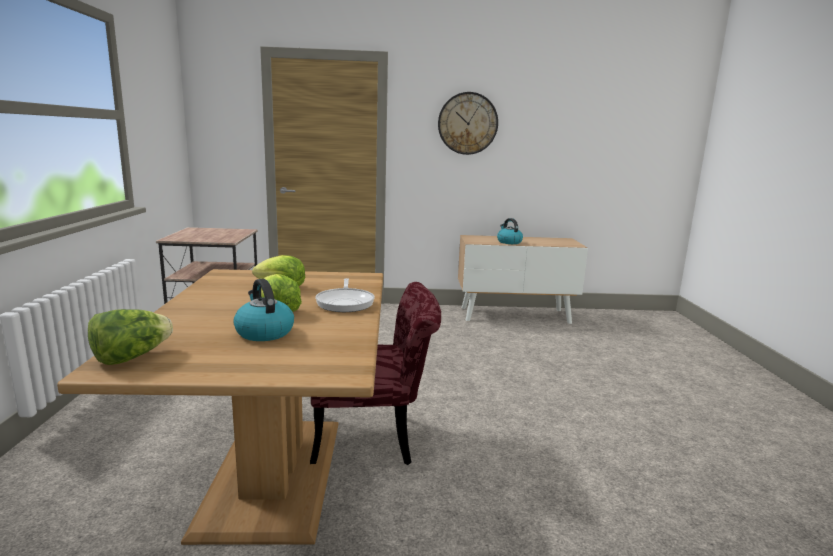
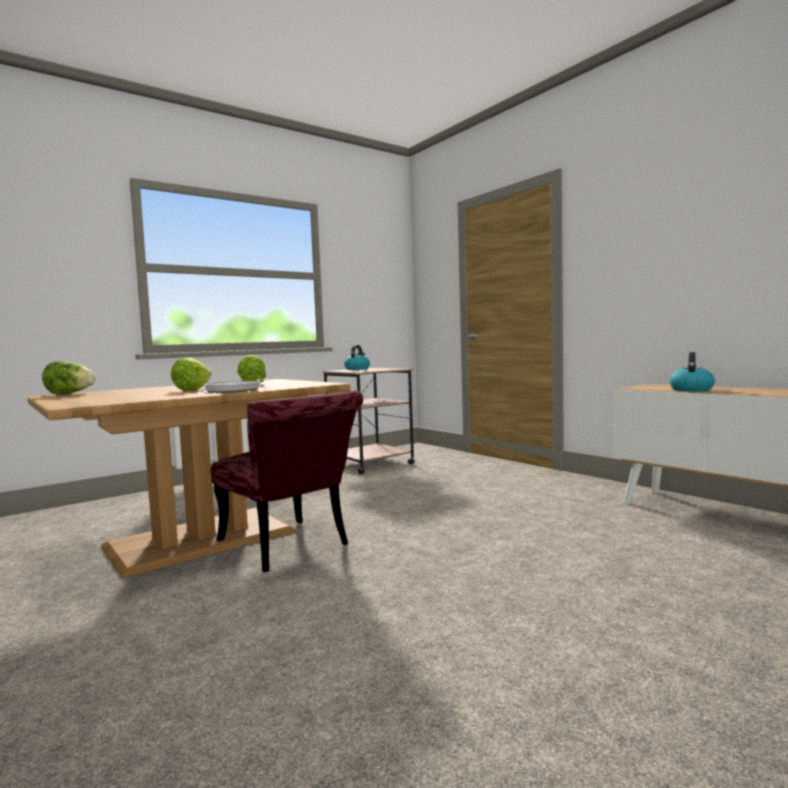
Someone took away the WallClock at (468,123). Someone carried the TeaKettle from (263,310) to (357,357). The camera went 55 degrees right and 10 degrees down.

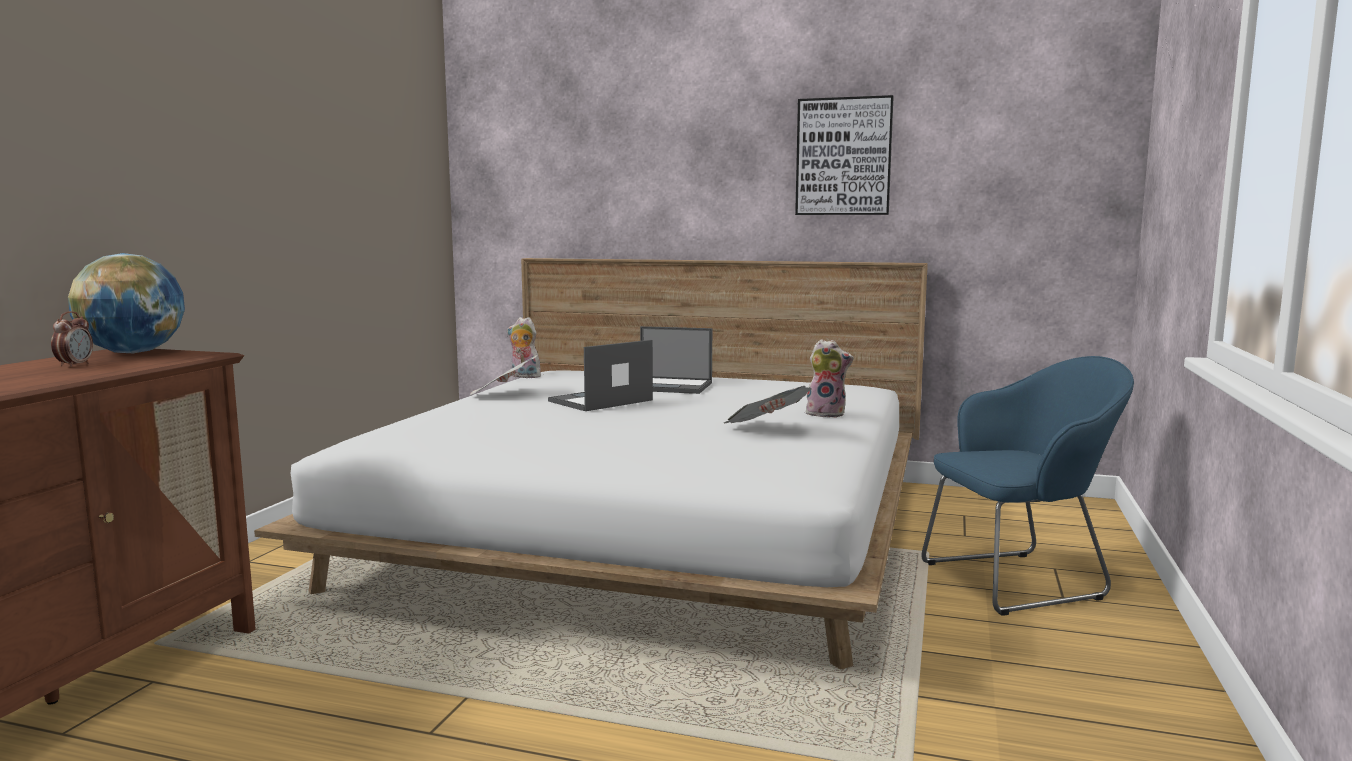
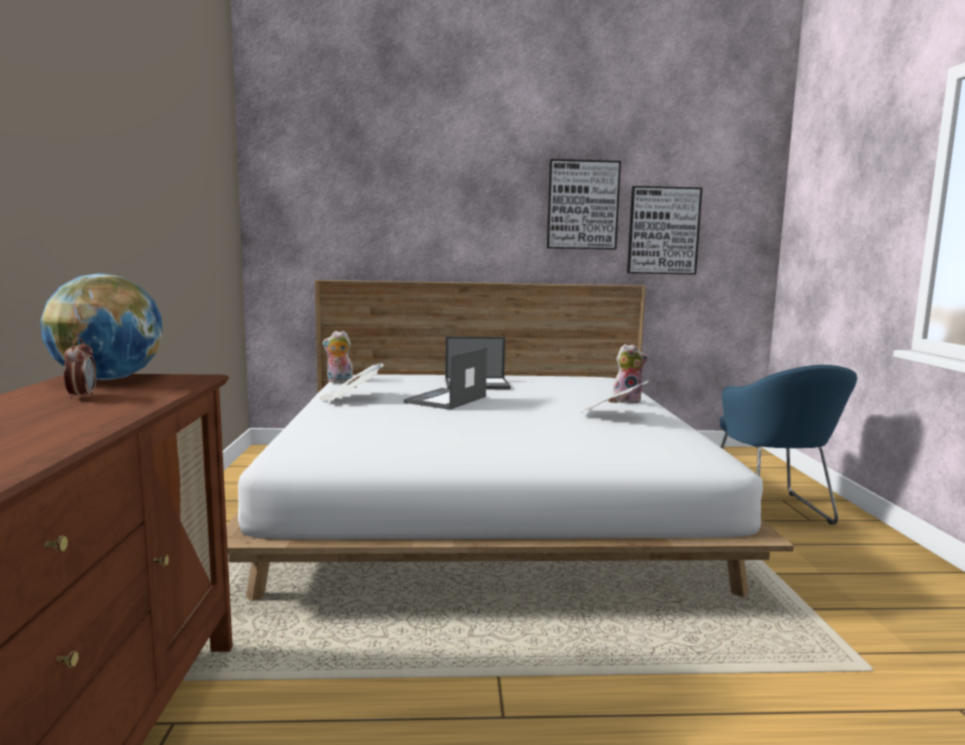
Someone put up the WallArt at (664,230). Someone rotated the BlueColouredLoungeChair at (1027,486) by 120 degrees clockwise. The camera went 20 degrees left and 0 degrees up.

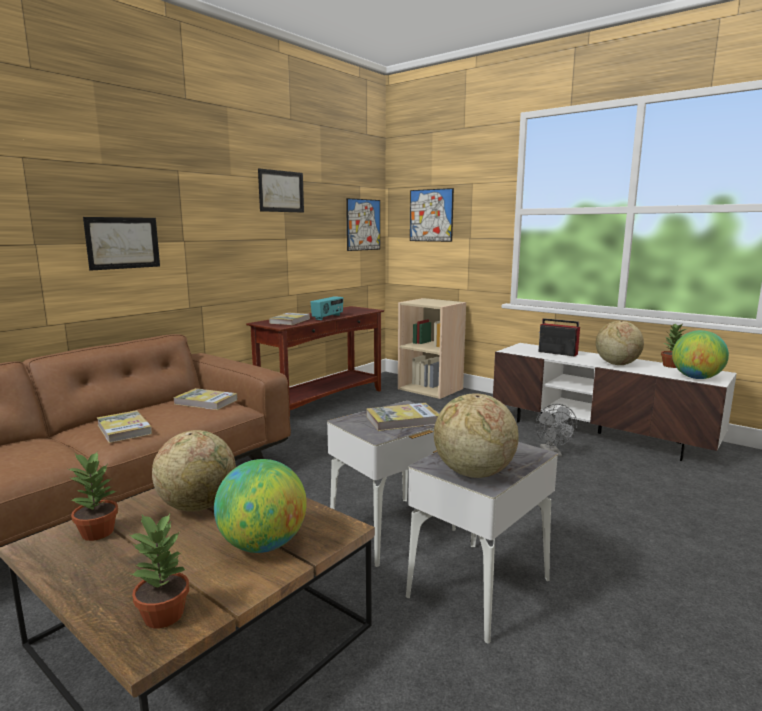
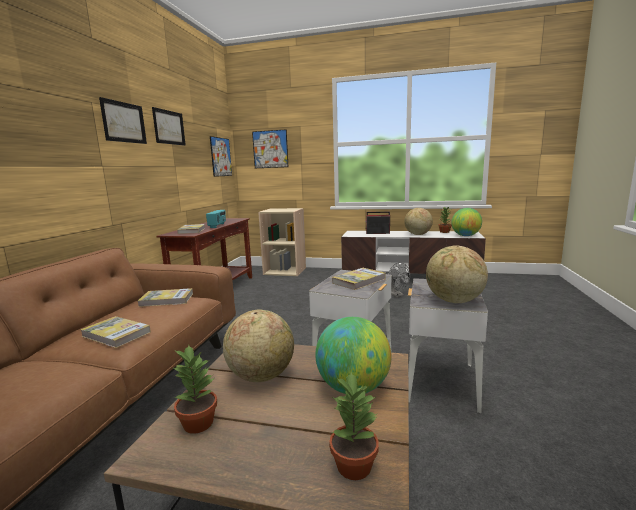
Someone carried the WallArt from (121,244) to (123,120). The camera went 25 degrees left and 0 degrees up.

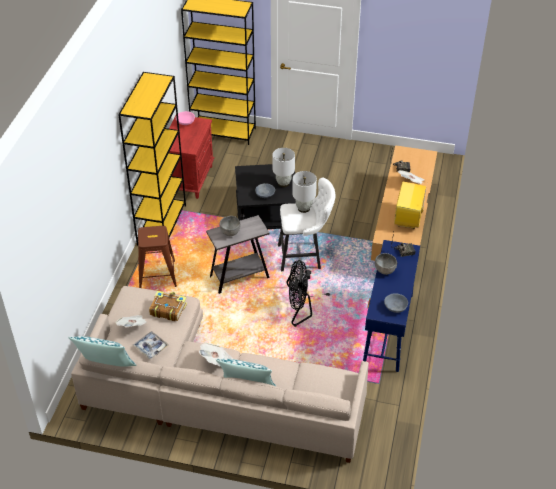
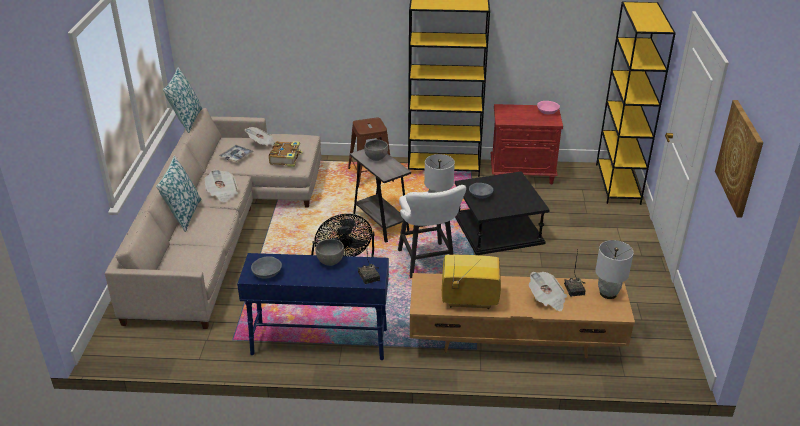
Someone put up the WallArt at (739,159). Someone carried the WhiteColouredLampForATable from (284,167) to (614,269). The camera went 80 degrees right and 10 degrees down.

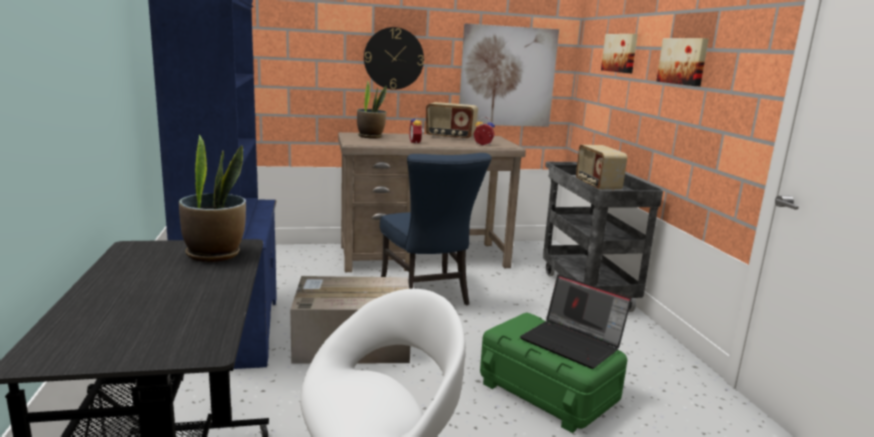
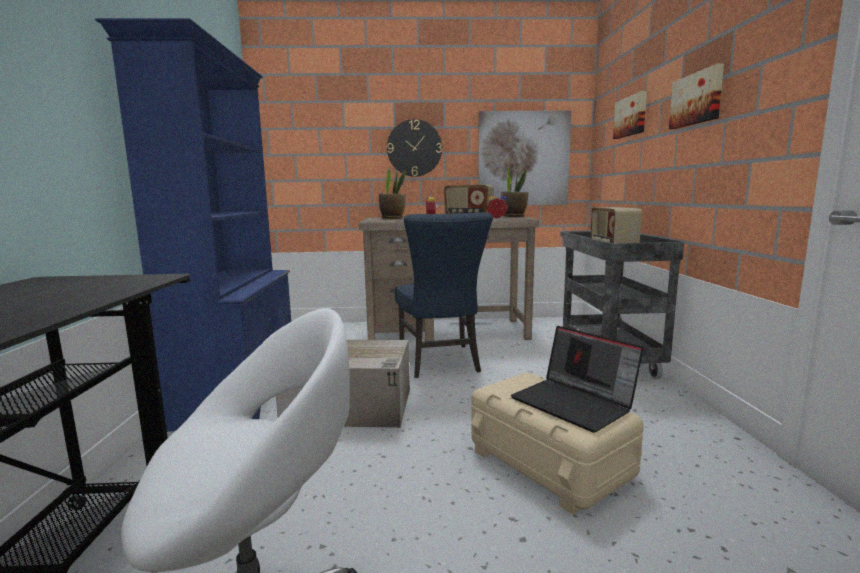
Someone carried the Houseplant from (212,198) to (515,191). Someone repainted the GreenStorageBin at (553,373), which became the SandColouredStorageBin at (557,443). The camera went 10 degrees right and 5 degrees down.

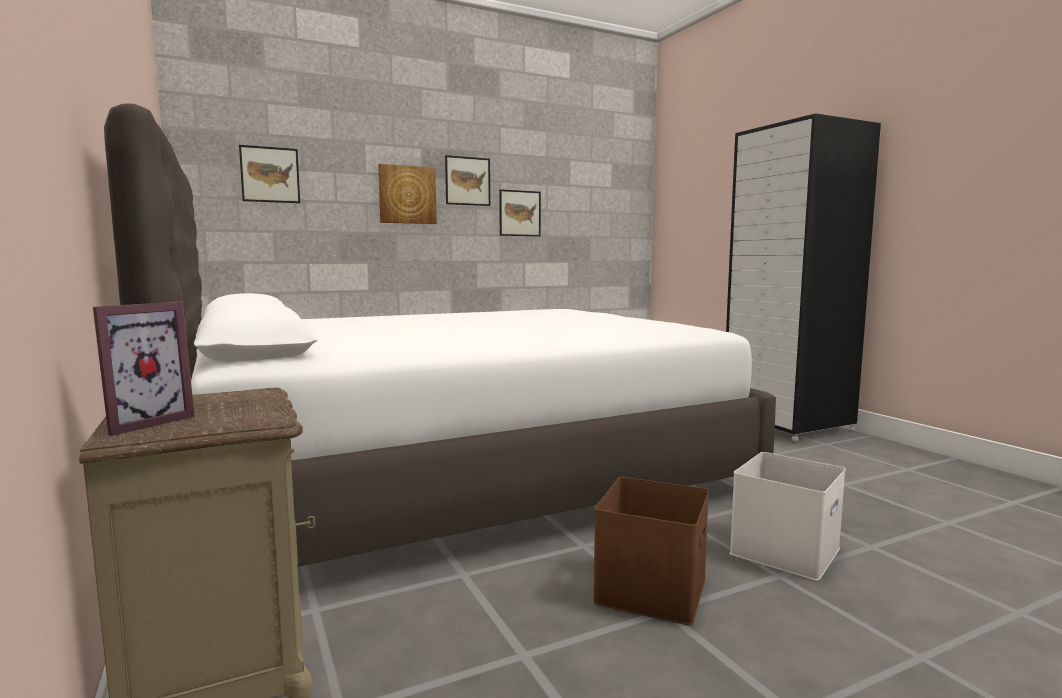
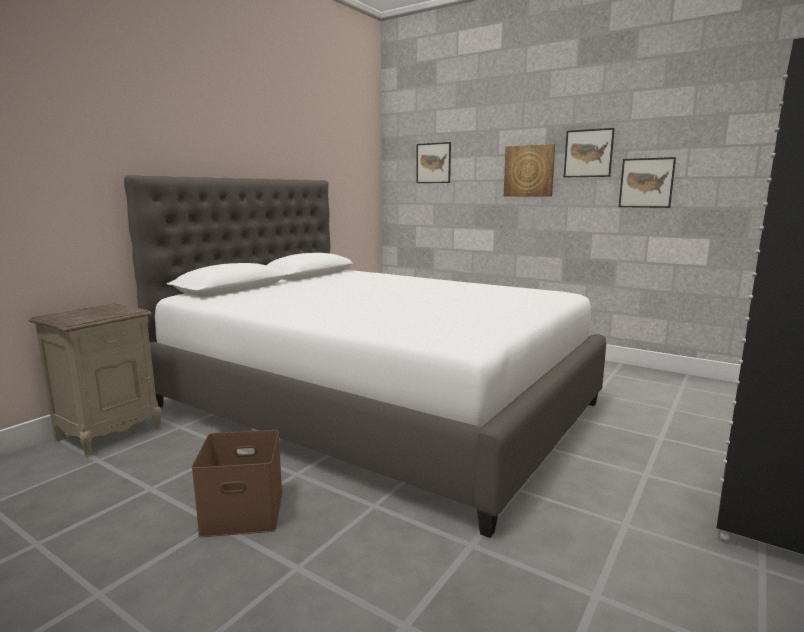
Someone took away the StandingFrame at (144,369). Someone took away the WhiteColouredStorageBin at (787,516). The camera went 60 degrees right and 5 degrees up.

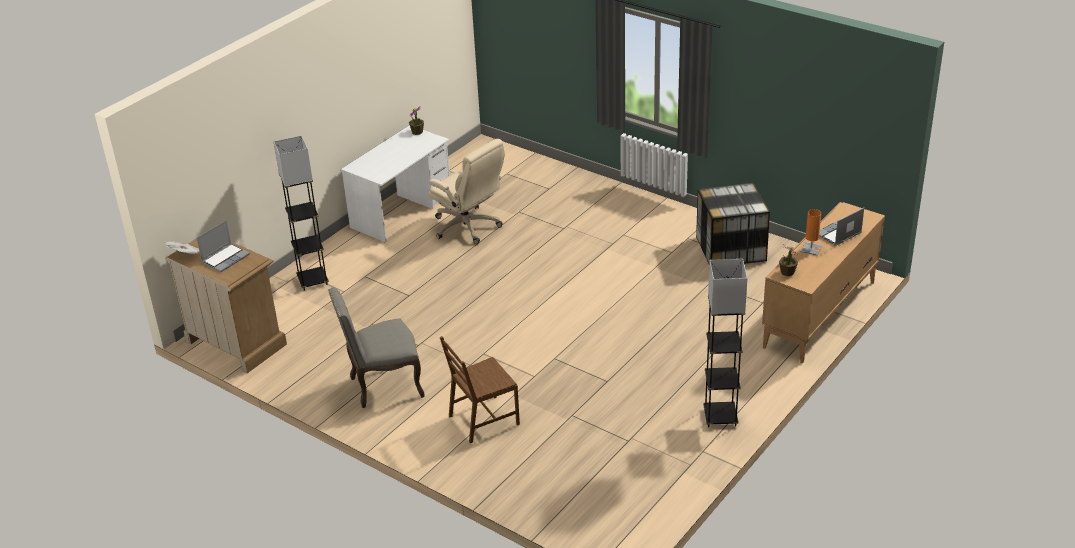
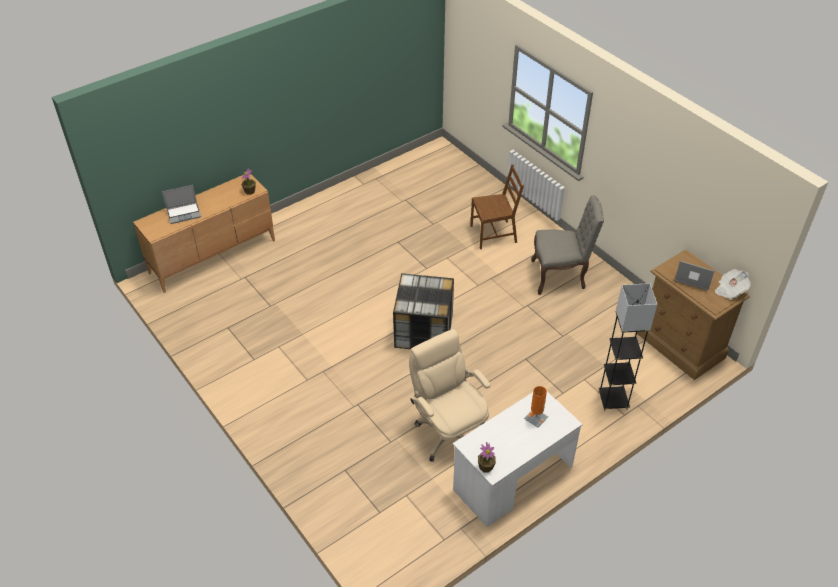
Someone took away the GreyishStandingLamp at (725,343). Someone carried the StorageBin from (733,223) to (423,311). Someone carried the OrangeyLampForATable from (811,232) to (536,406). Someone rotated the NotebookComputer at (223,246) by 60 degrees clockwise. The camera went 165 degrees left and 10 degrees up.

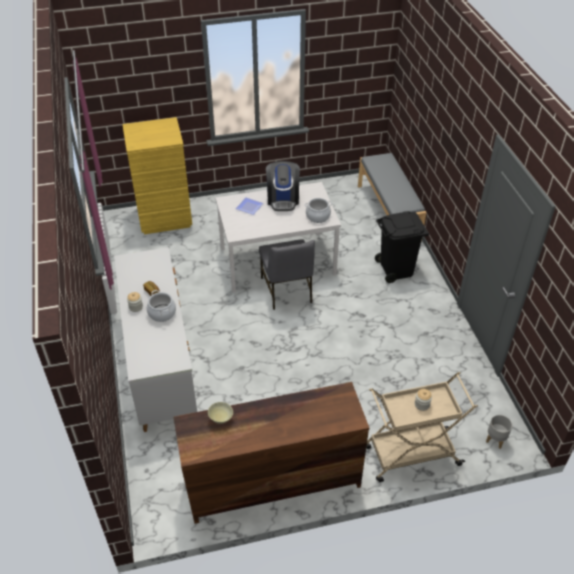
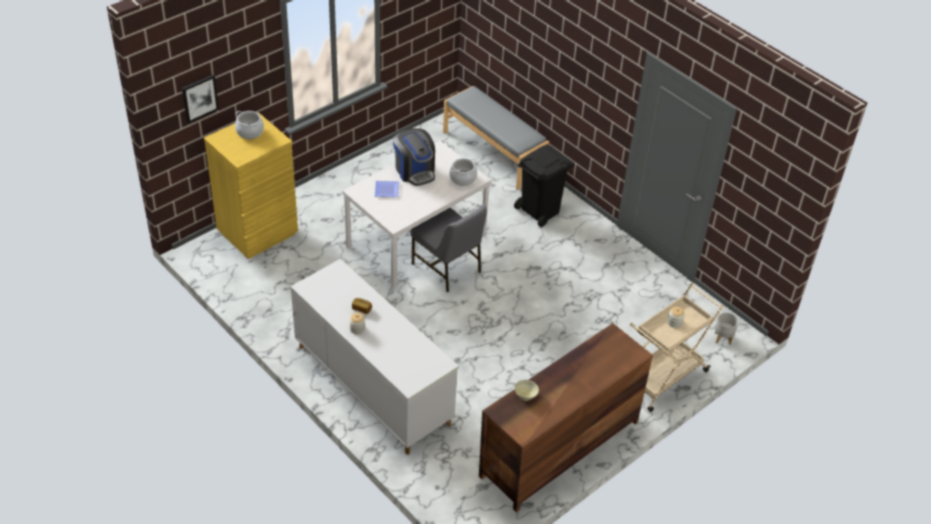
Someone put up the WallArt at (200,99). Someone carried the Stockpot from (161,306) to (249,125). The camera went 30 degrees left and 0 degrees up.

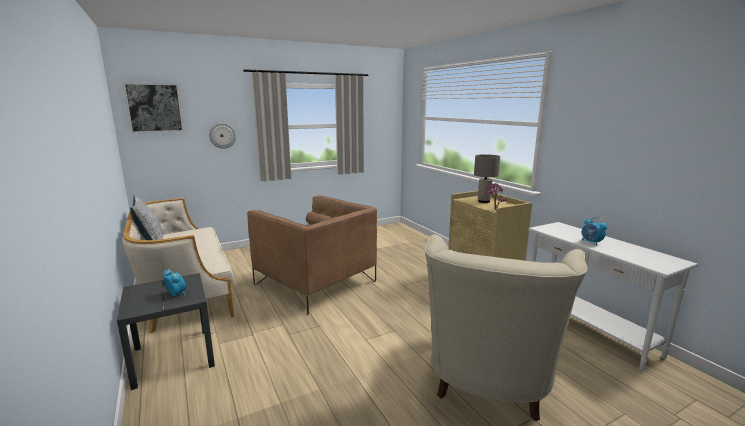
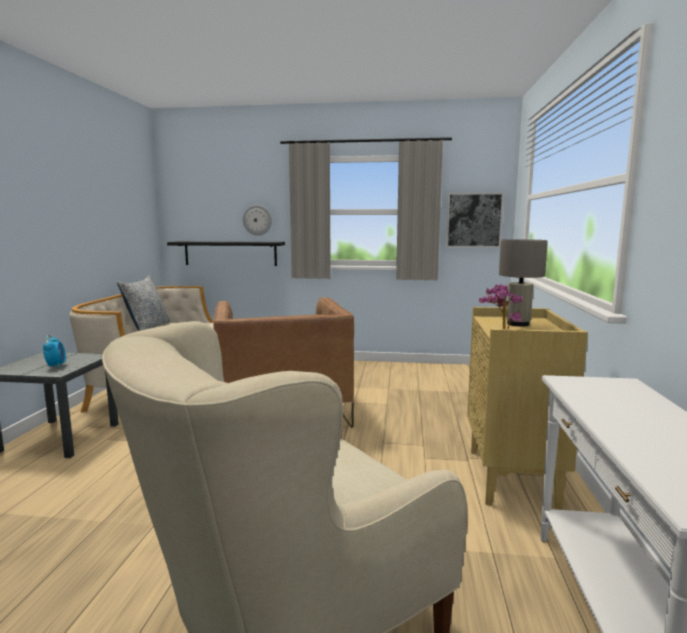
Someone took away the TableClock at (594,231). Someone put up the BlackBracketShelf at (226,253). Someone carried the WallArt from (153,107) to (475,220). The camera went 35 degrees right and 5 degrees down.

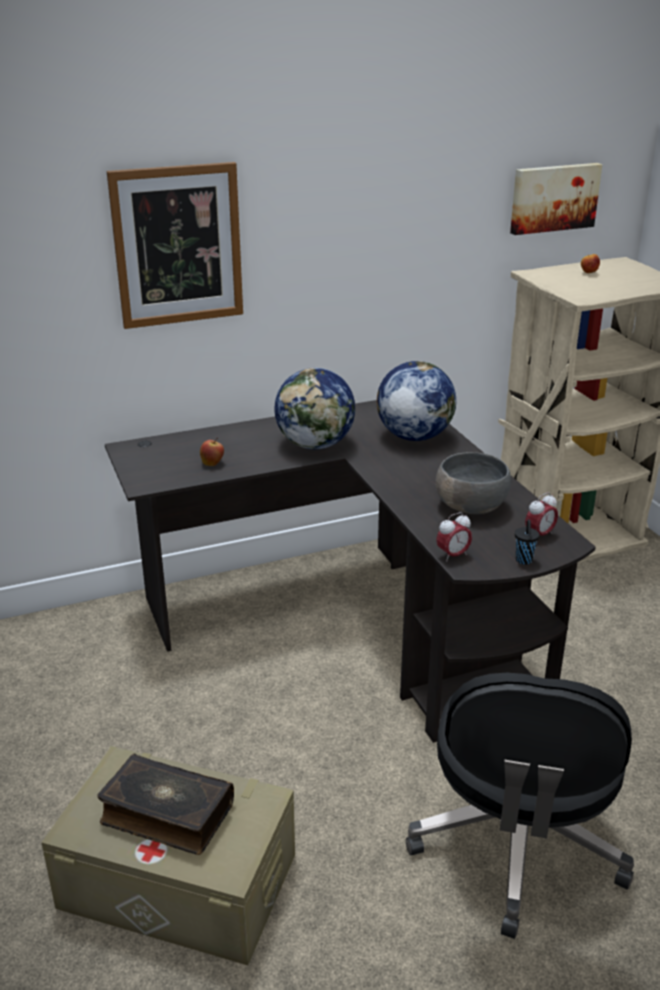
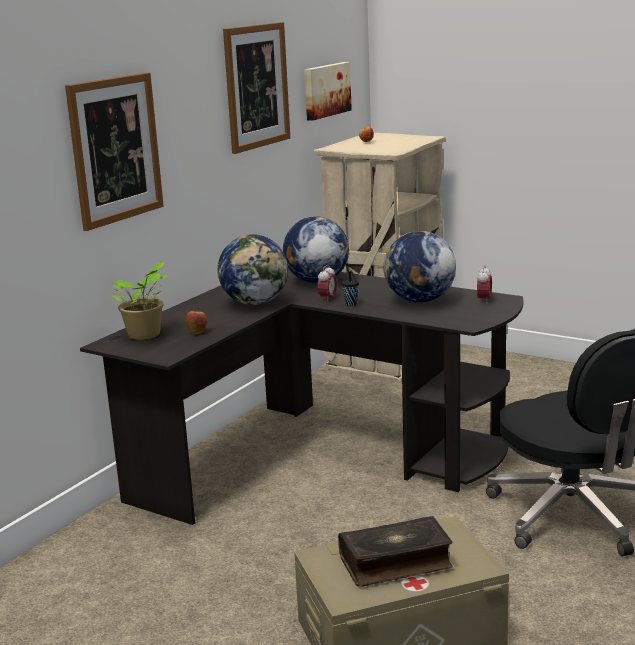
Someone put down the Houseplant at (139,300). Someone put up the WallArt at (256,88). Someone carried the TableClock from (454,537) to (327,283). Someone carried the BlackSmallCup from (527,541) to (350,288). Someone swapped the GreyishBowl at (473,483) for the WorldGlobe at (419,267). The camera went 35 degrees left and 10 degrees down.

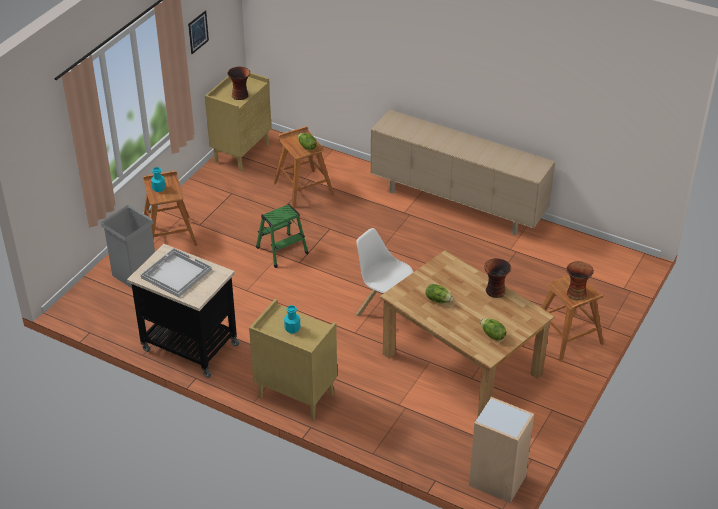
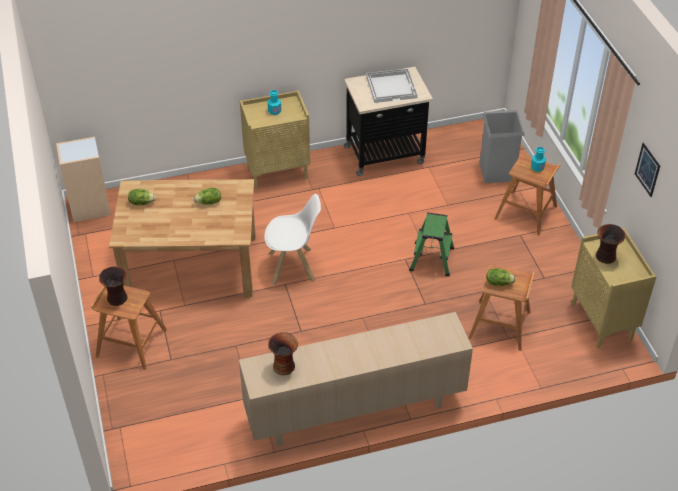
Someone carried the FlowerVase from (497,278) to (283,353). The camera went 135 degrees right and 5 degrees up.

